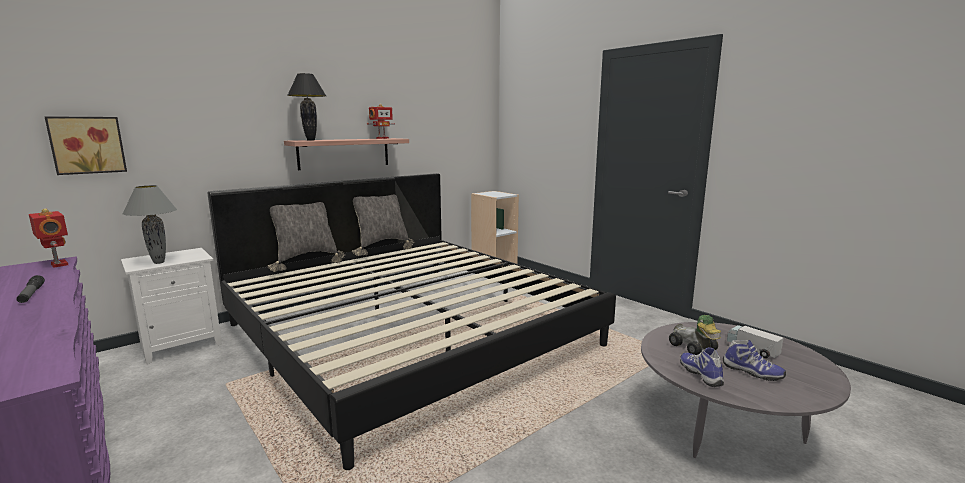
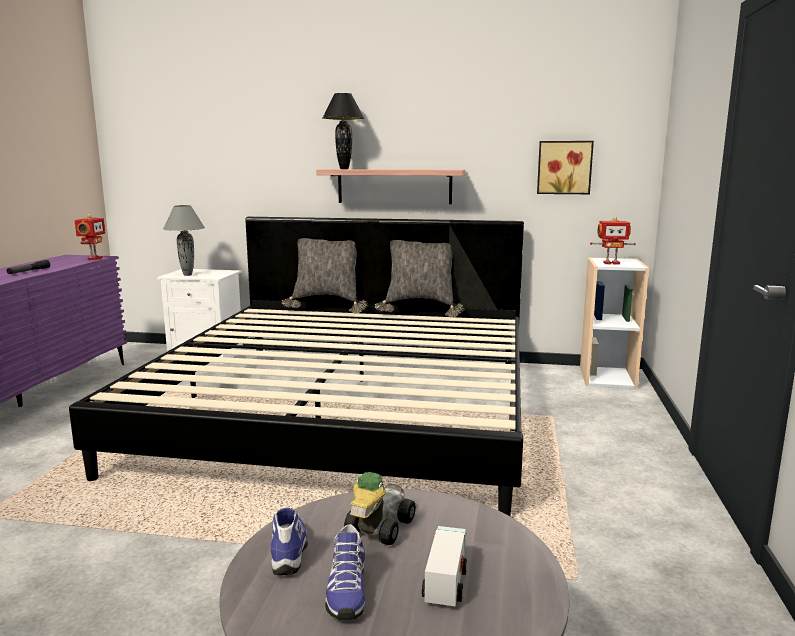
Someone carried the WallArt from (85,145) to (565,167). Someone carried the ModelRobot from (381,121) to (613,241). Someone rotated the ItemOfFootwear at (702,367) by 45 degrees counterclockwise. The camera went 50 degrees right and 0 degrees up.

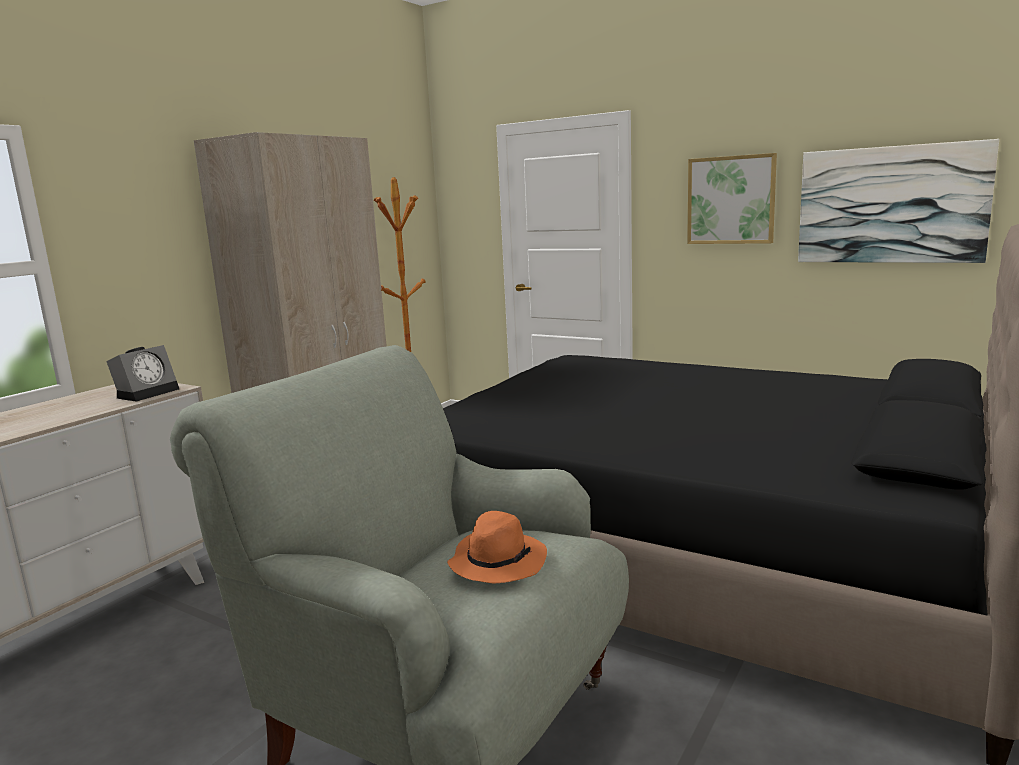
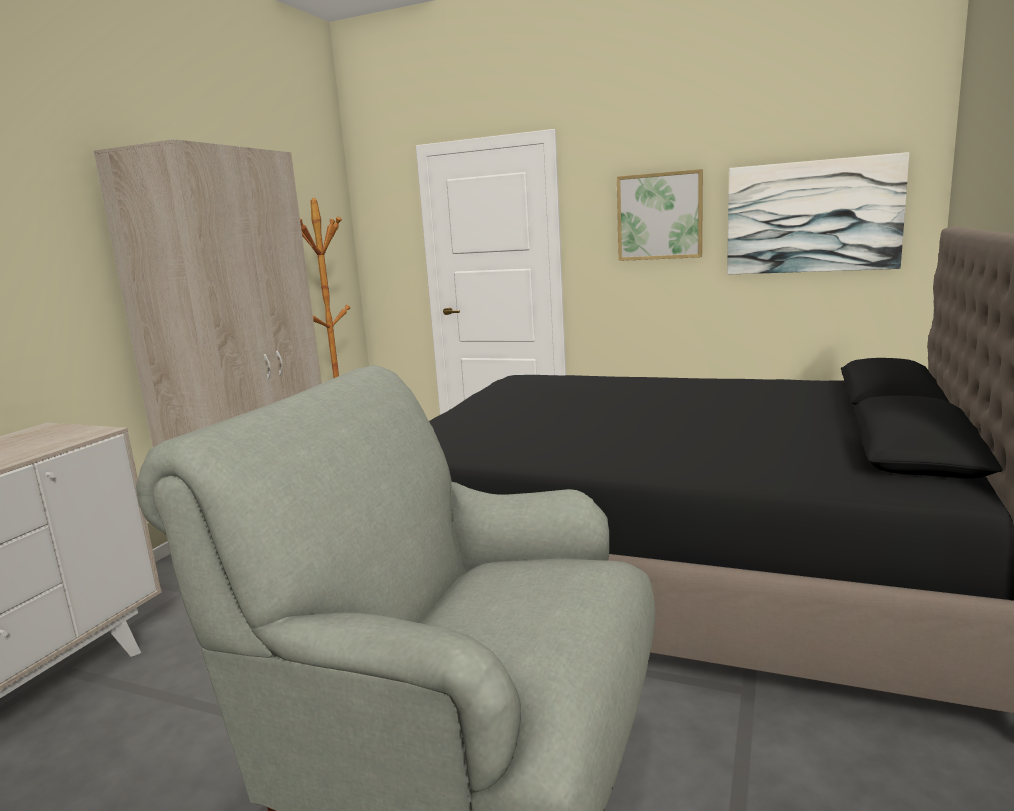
Someone took away the TableClock at (142,373). Someone took away the OrangeyHat at (497,547). The camera went 10 degrees left and 0 degrees up.

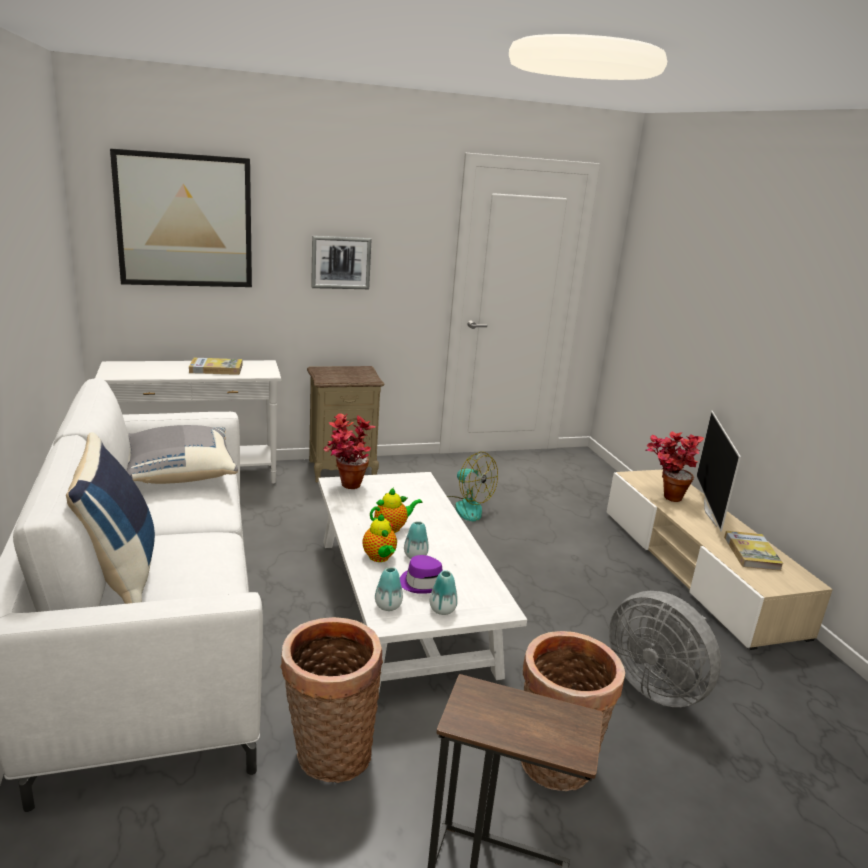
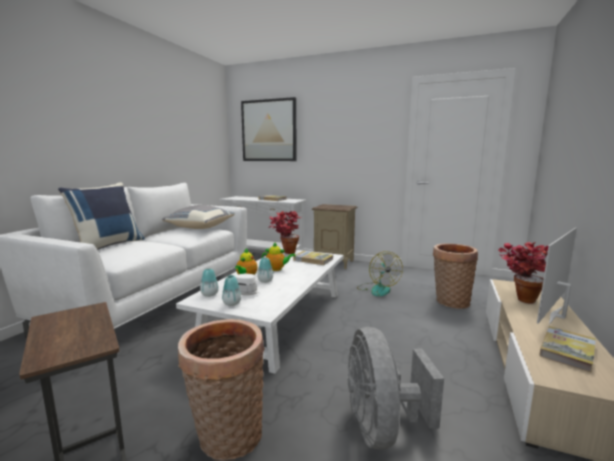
Someone took away the WallArt at (341,262). Someone put down the Volume at (313,258). Someone carried the Basket from (331,700) to (455,276). Someone repainted the PurpleHat at (421,574), which became the WhiteColouredHat at (248,284). The camera went 40 degrees right and 10 degrees down.

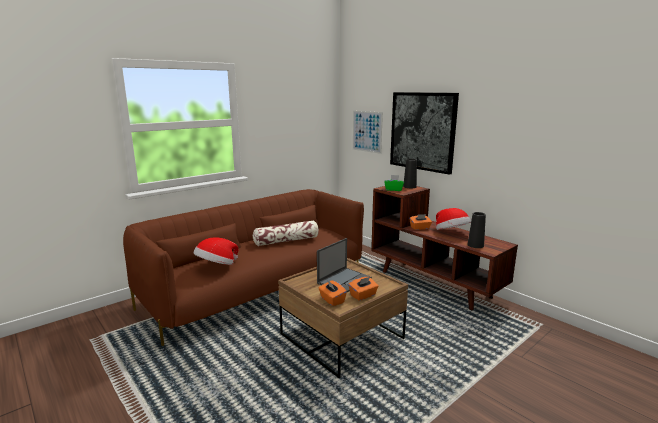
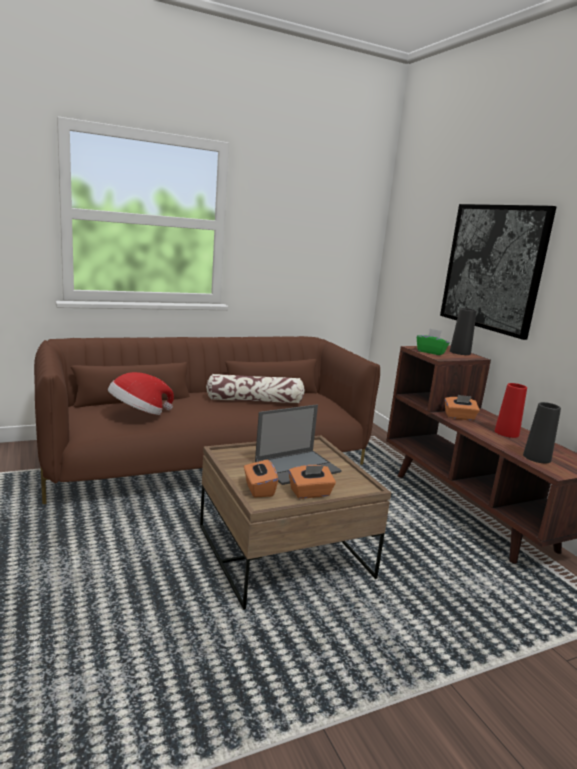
Someone took away the WallArt at (368,132). Someone swapped the Hat at (453,219) for the ReddishFlowerVase at (511,410). The camera went 15 degrees right and 0 degrees up.

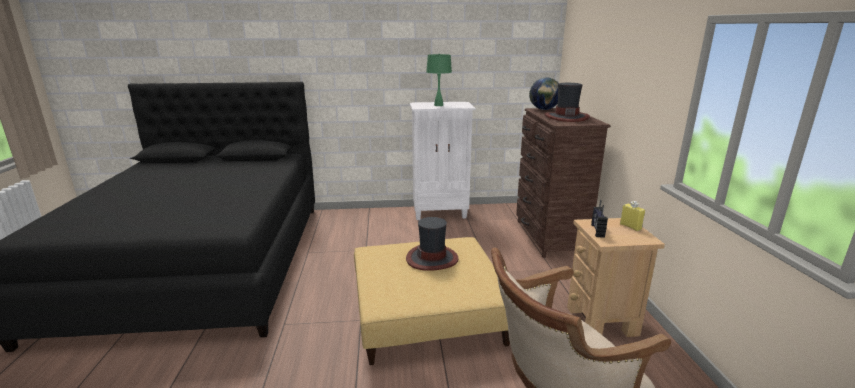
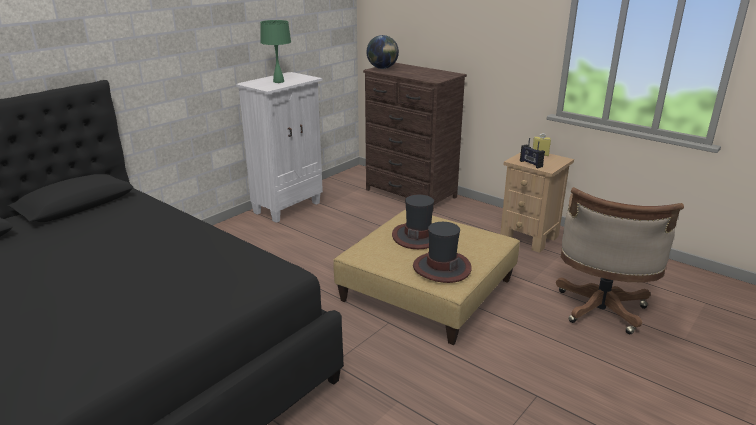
Someone carried the Hat from (567,102) to (442,252). The camera went 45 degrees left and 5 degrees up.

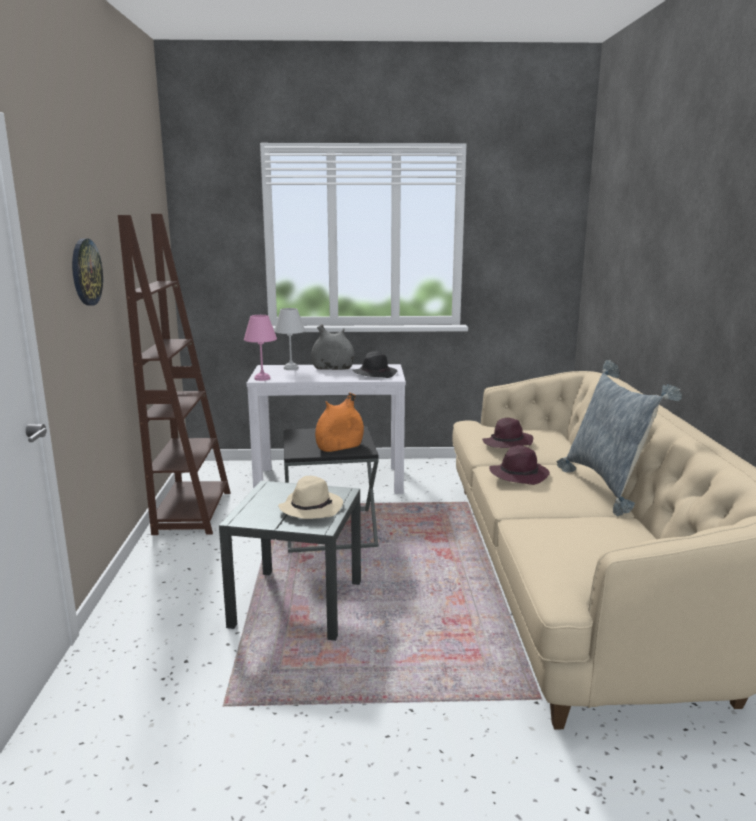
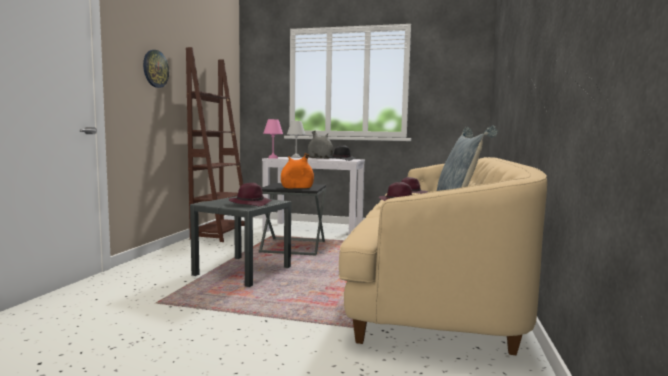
Someone repainted the SandColouredHat at (310,497), which became the PurpleHat at (250,194). The camera went 15 degrees right and 10 degrees down.

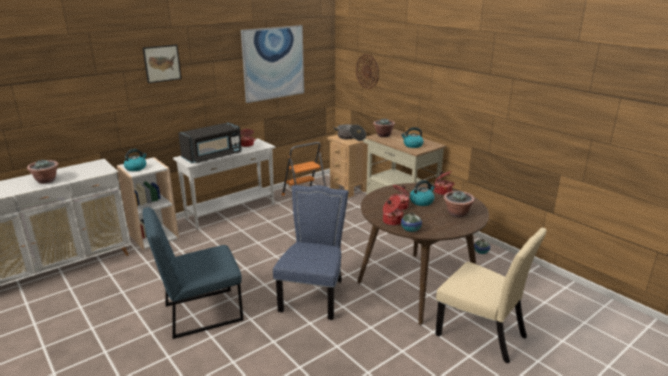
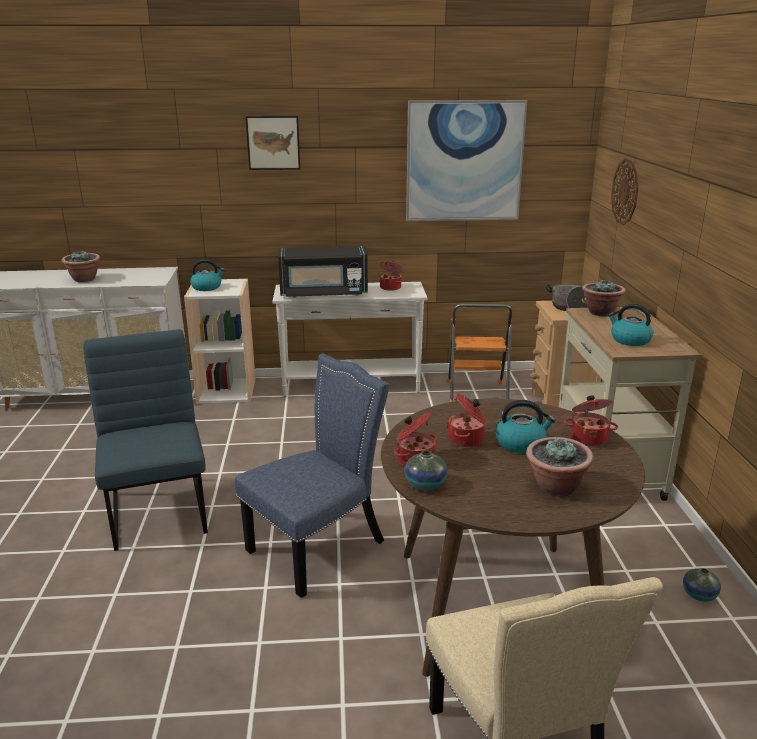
Someone rotated the BlueColouredPlainChair at (192,273) by 60 degrees clockwise. The camera went 35 degrees right and 0 degrees up.

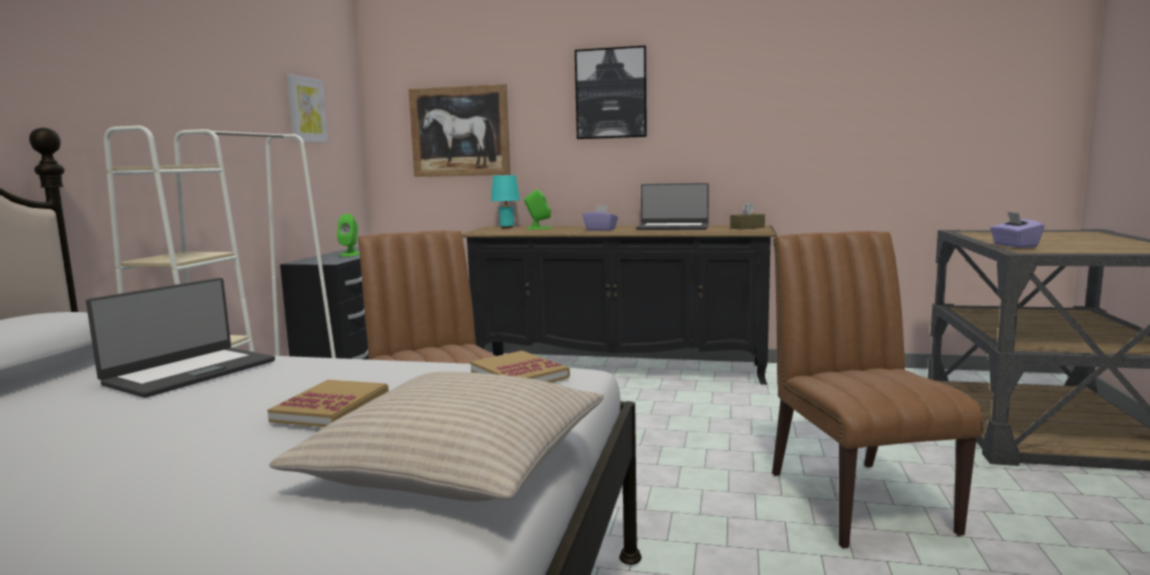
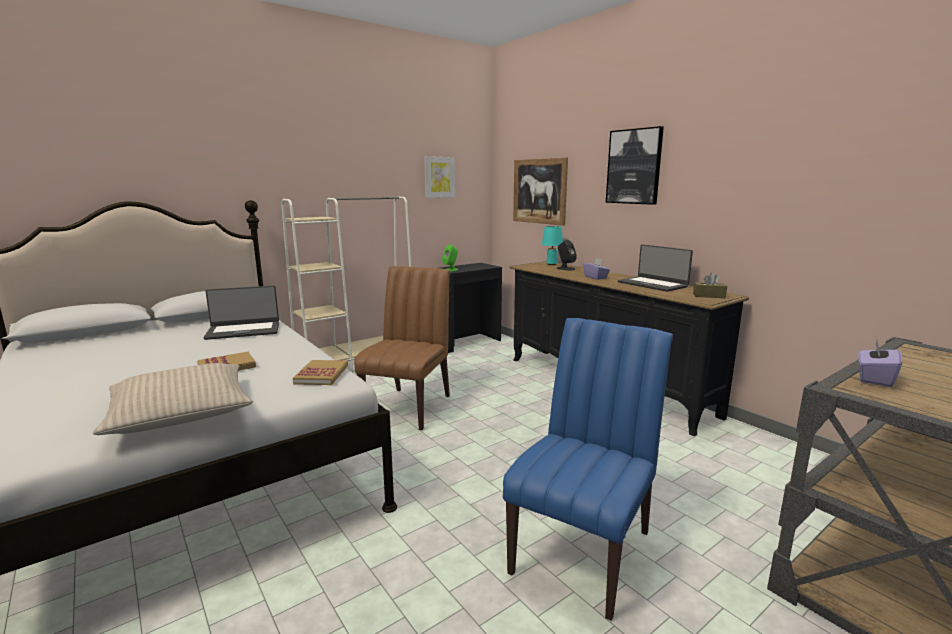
Someone repainted the GreenAudioSpeaker at (538,209), which became the BlackAudioSpeaker at (567,255). Someone repainted the BrownishPlainChair at (877,389), which became the BlueColouredPlainChair at (588,469). The camera went 40 degrees right and 5 degrees up.

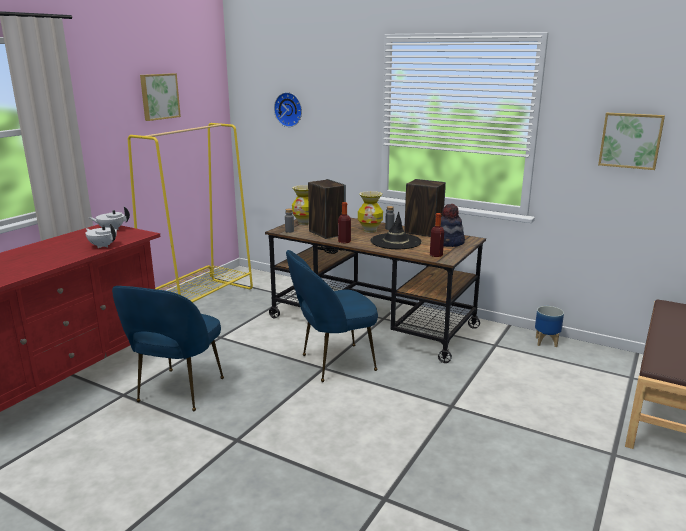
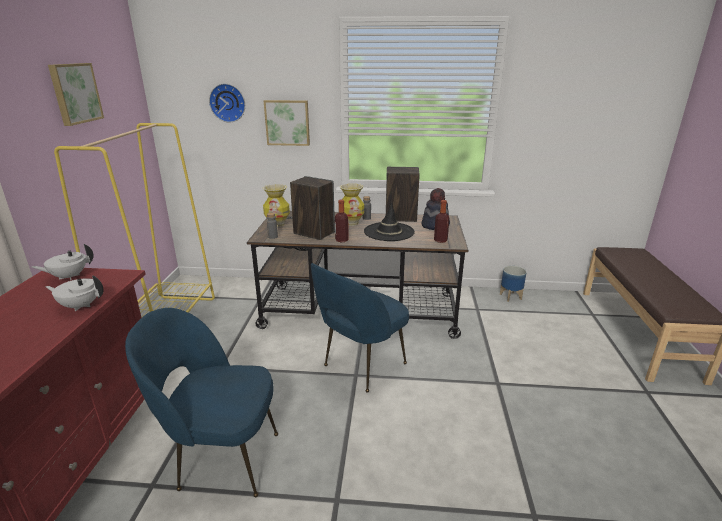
Someone carried the WallArt from (631,141) to (287,123). Someone rotated the BlueColouredPlainChair at (168,348) by 105 degrees clockwise. The camera went 25 degrees left and 5 degrees up.

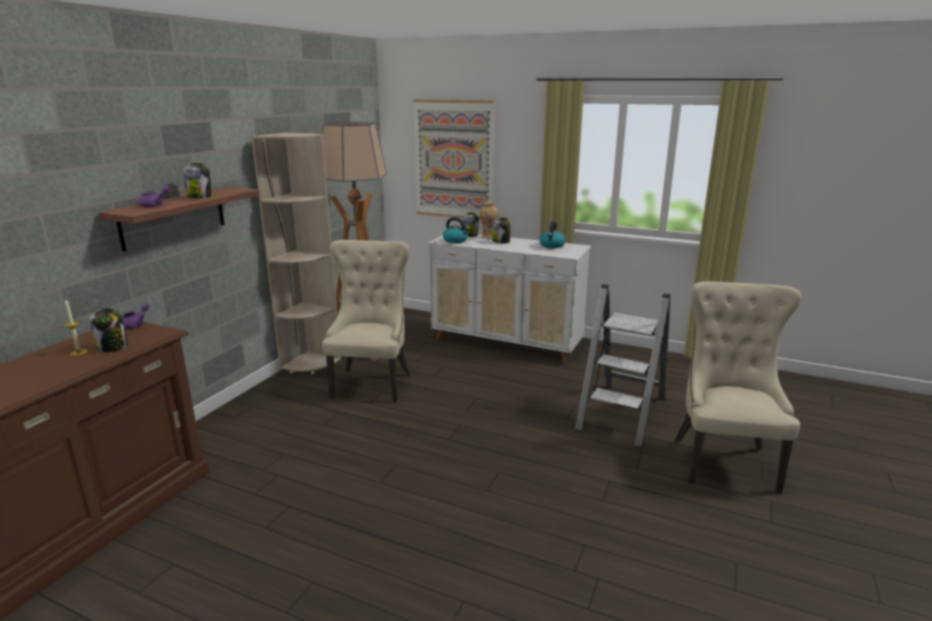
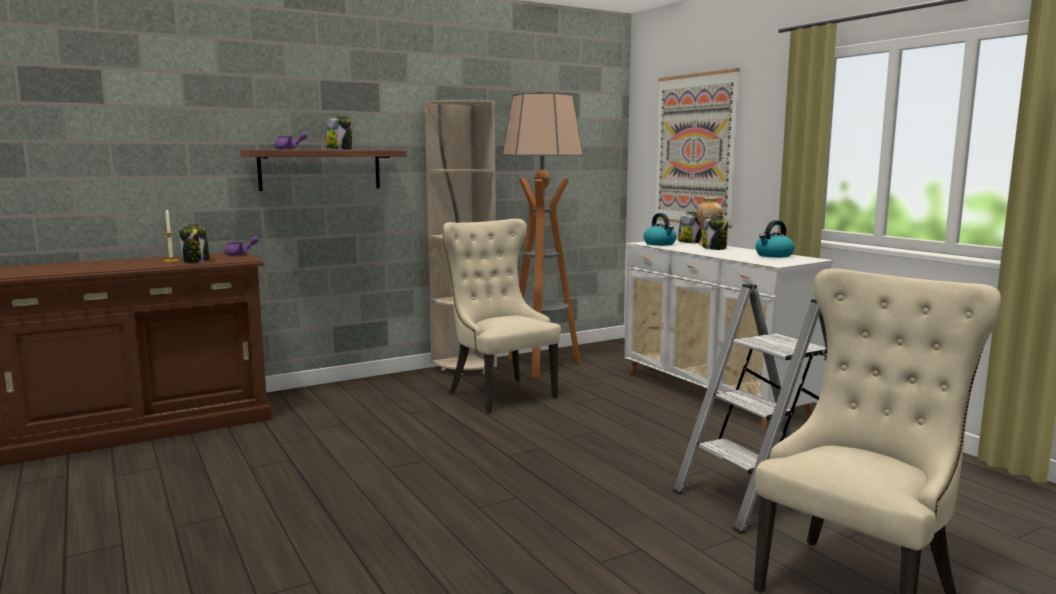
Someone rotated the SandColouredPlainChair at (366,321) by 75 degrees counterclockwise. The camera went 35 degrees right and 10 degrees down.

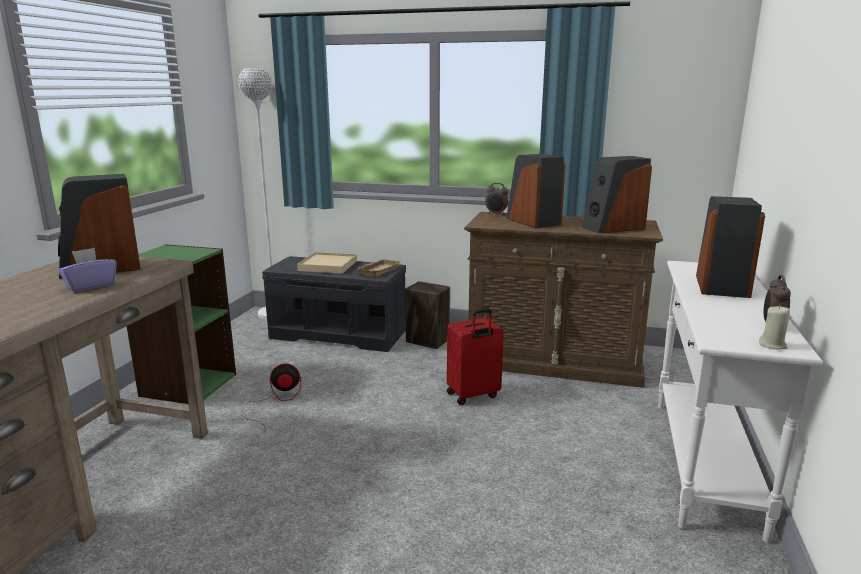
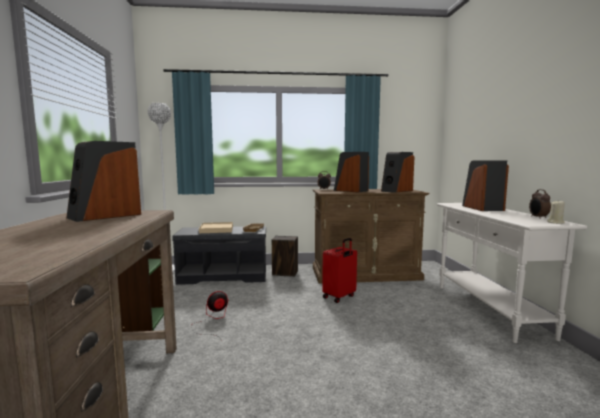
Someone took away the PurpleTissueBox at (87,270). The camera went 20 degrees left and 10 degrees down.

